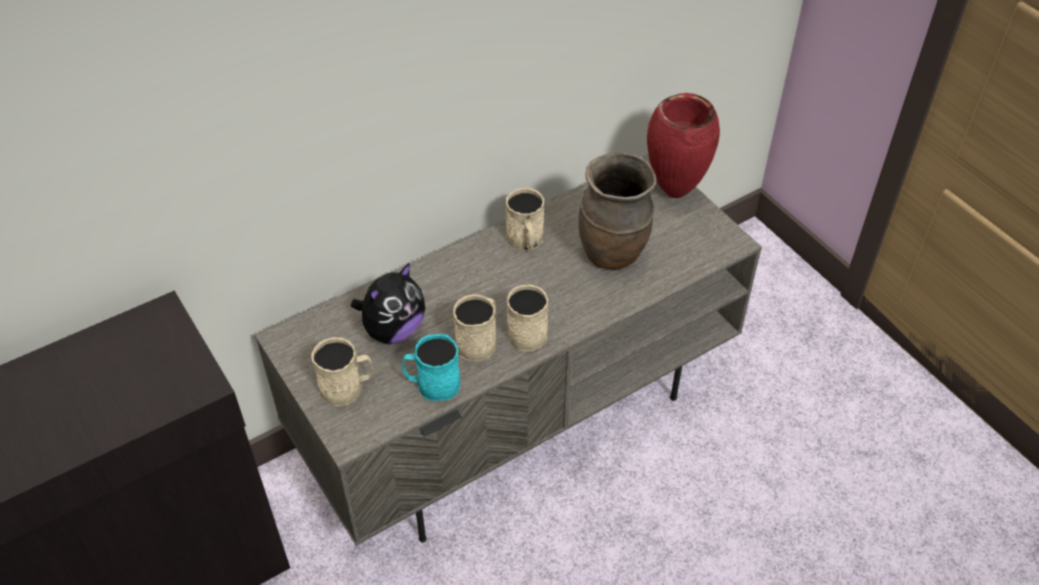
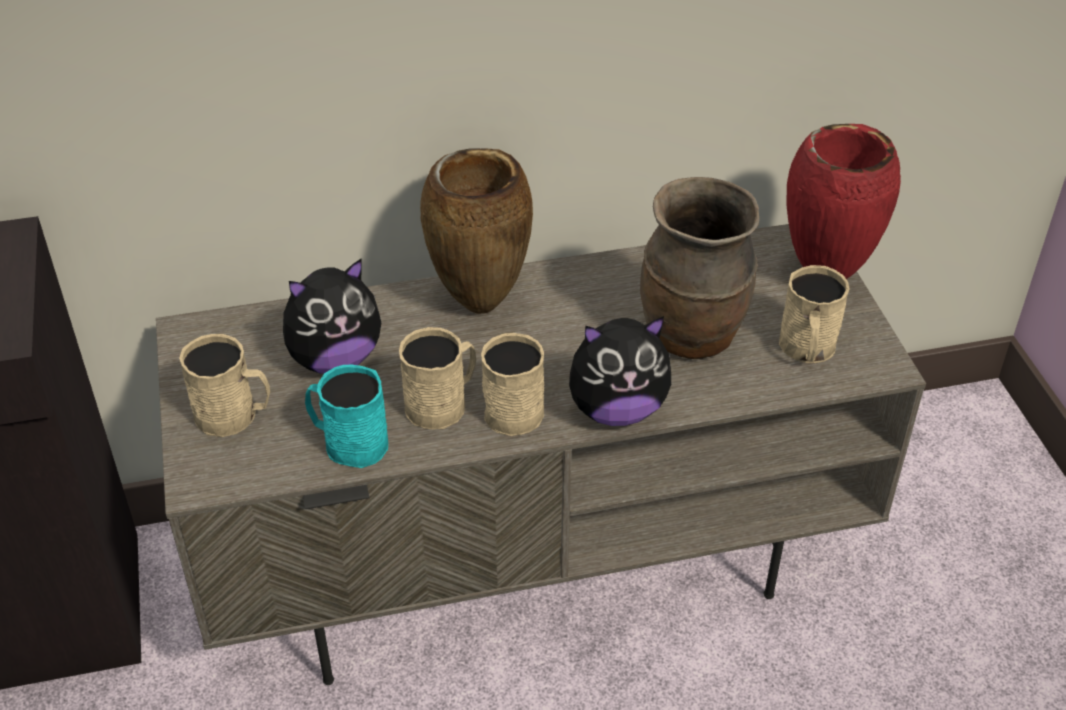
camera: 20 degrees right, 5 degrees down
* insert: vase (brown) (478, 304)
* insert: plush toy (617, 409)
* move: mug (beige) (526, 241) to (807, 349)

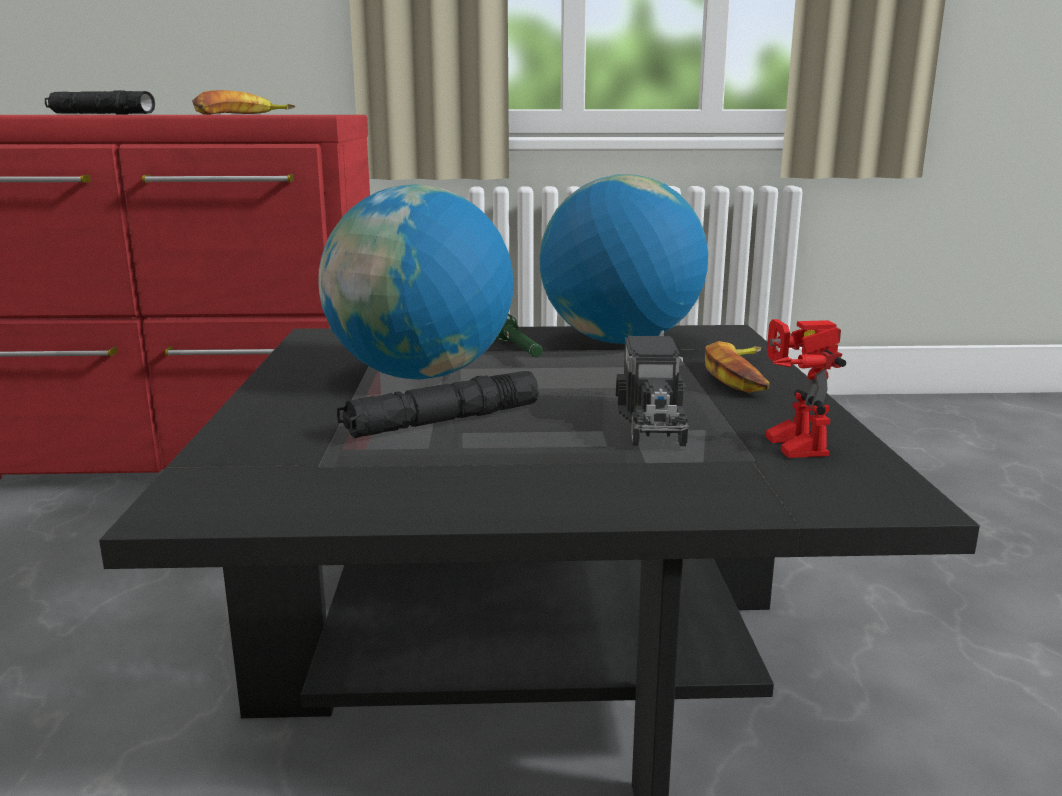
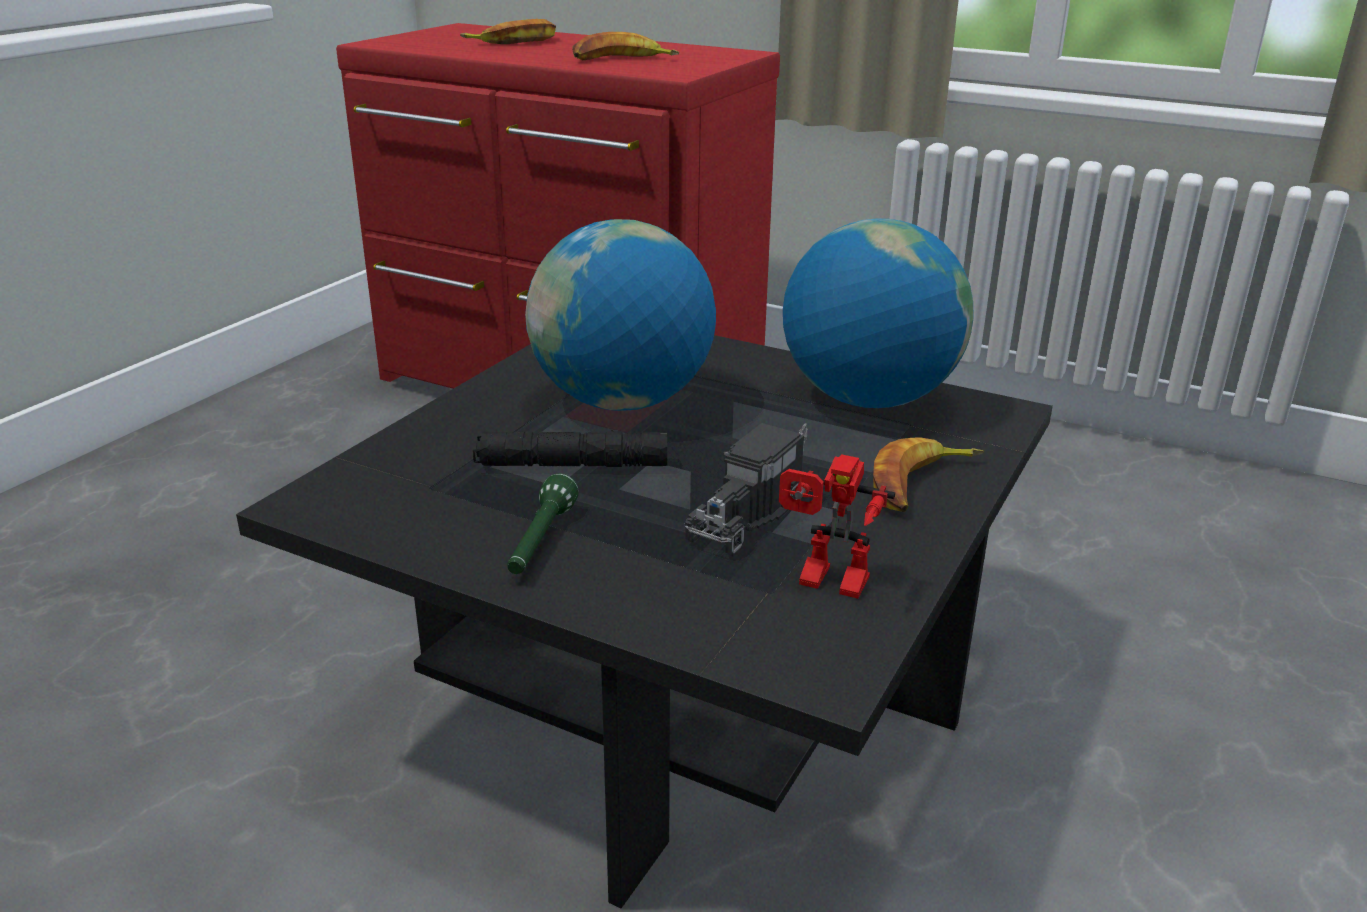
camera: 30 degrees right, 10 degrees up
* move: flashlight (green) (518, 351) to (540, 542)
* replace: flashlight (black) (101, 114) to banana (514, 41)
* rotate: toy robot (785, 444) = (826, 583) 90 degrees counterclockwise

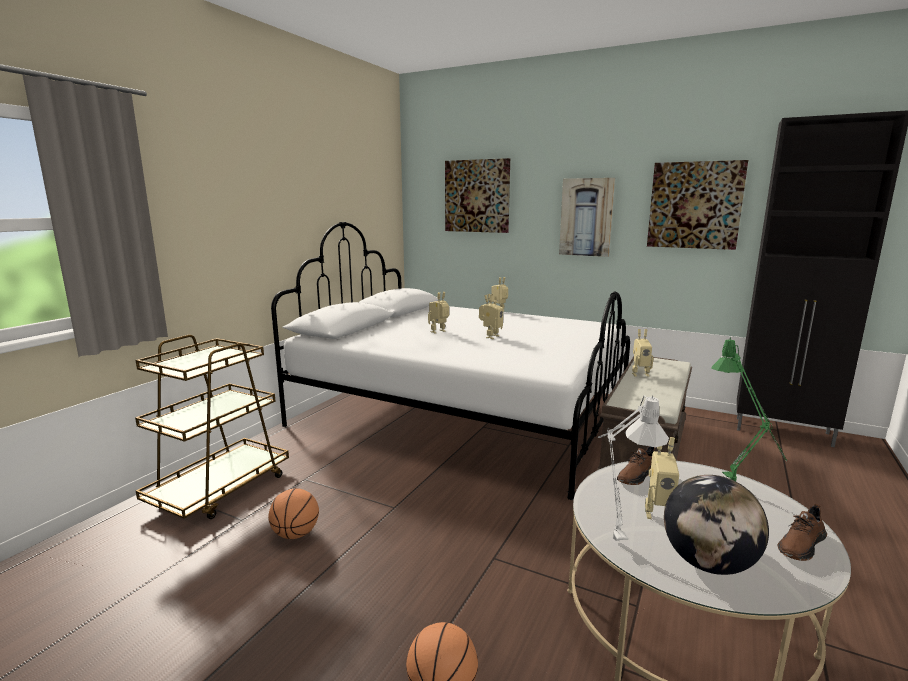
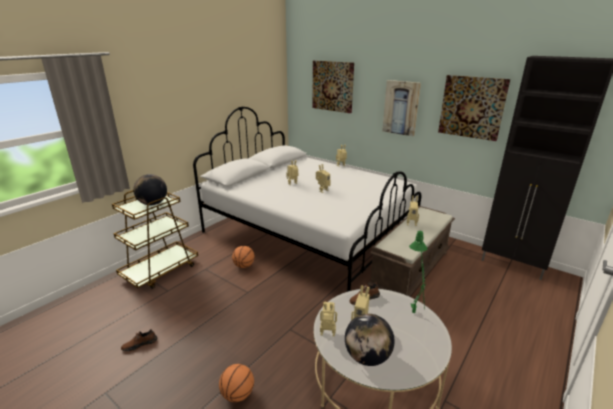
camera: 10 degrees right, 10 degrees up
* insert: globe (153, 204)
* move: basketball (296, 534) to (244, 266)
* move: shoe (brown) (801, 545) to (139, 344)
* replace: table lamp (grey) (612, 535) to toy robot (327, 334)

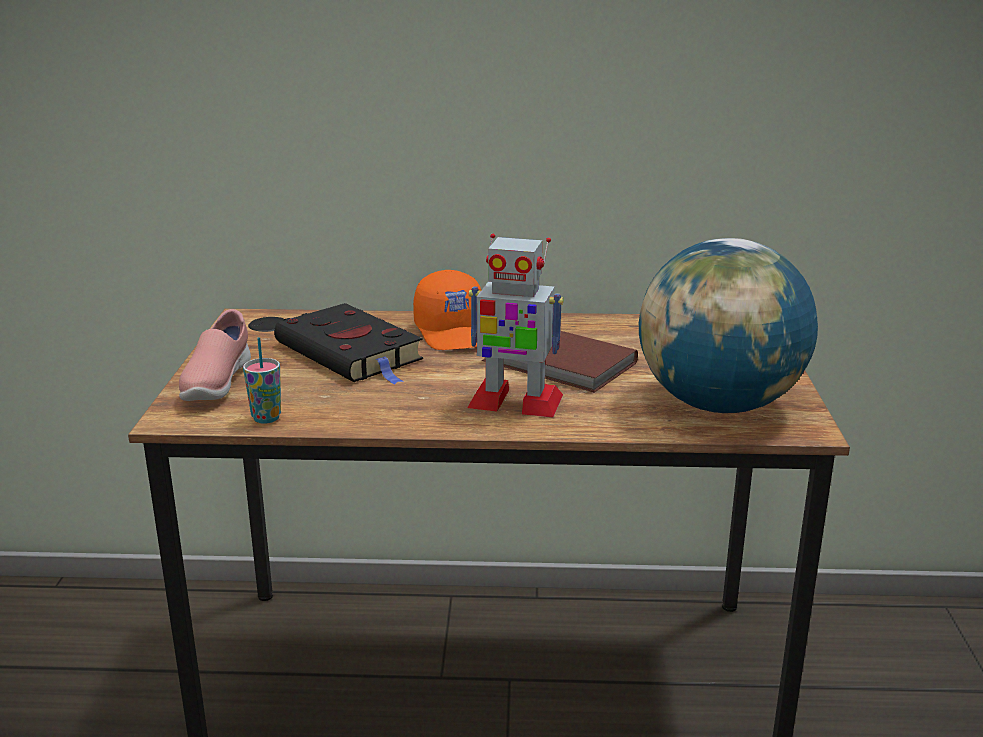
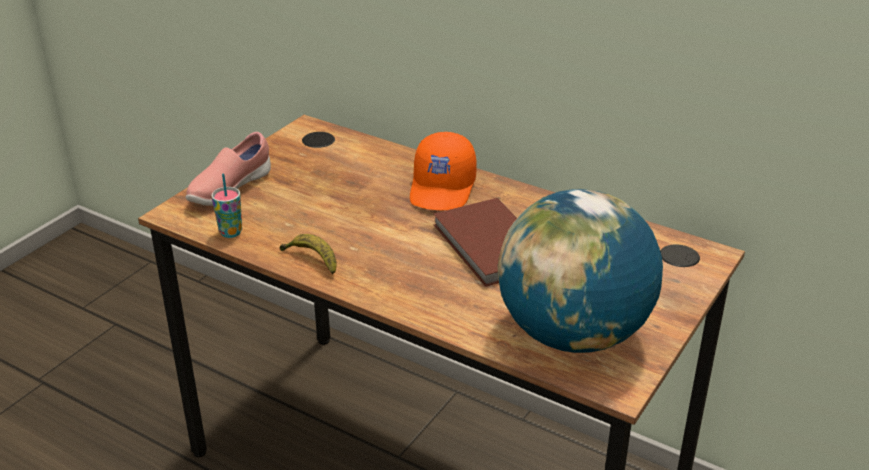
camera: 30 degrees right, 10 degrees up
* delete: book (black) (352, 353)
* delete: toy robot (514, 402)
* insert: banana (312, 260)

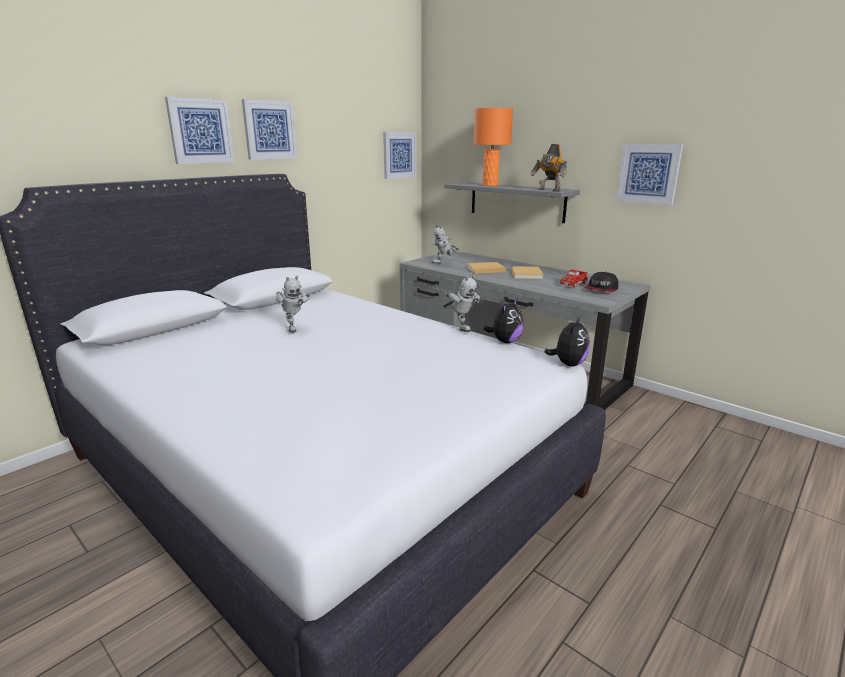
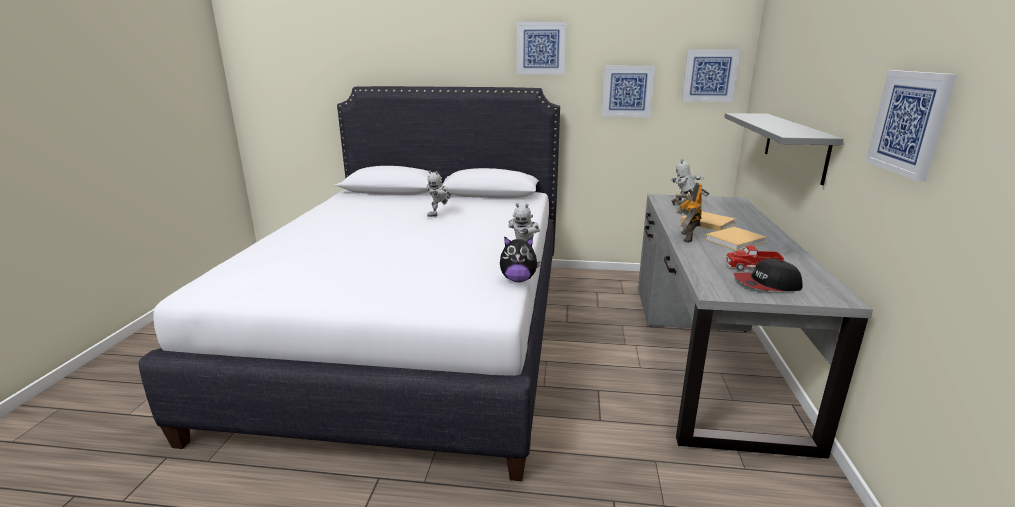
camera: 55 degrees right, 0 degrees up
* delete: table lamp (orange) (490, 185)
* delete: plush toy (568, 364)
* move: picture (200, 131) to (627, 91)
* move: toy robot (548, 190) to (684, 237)

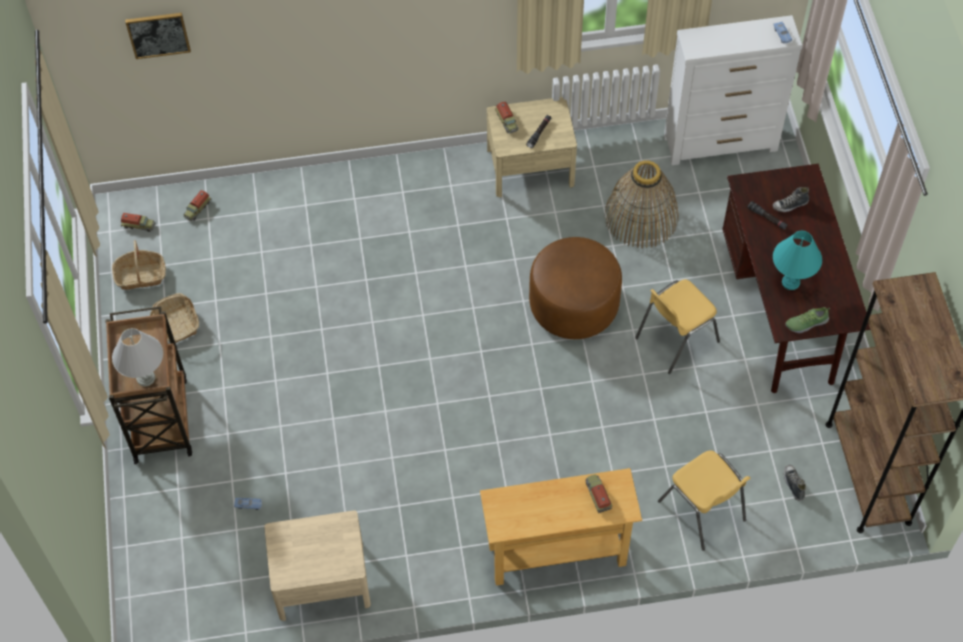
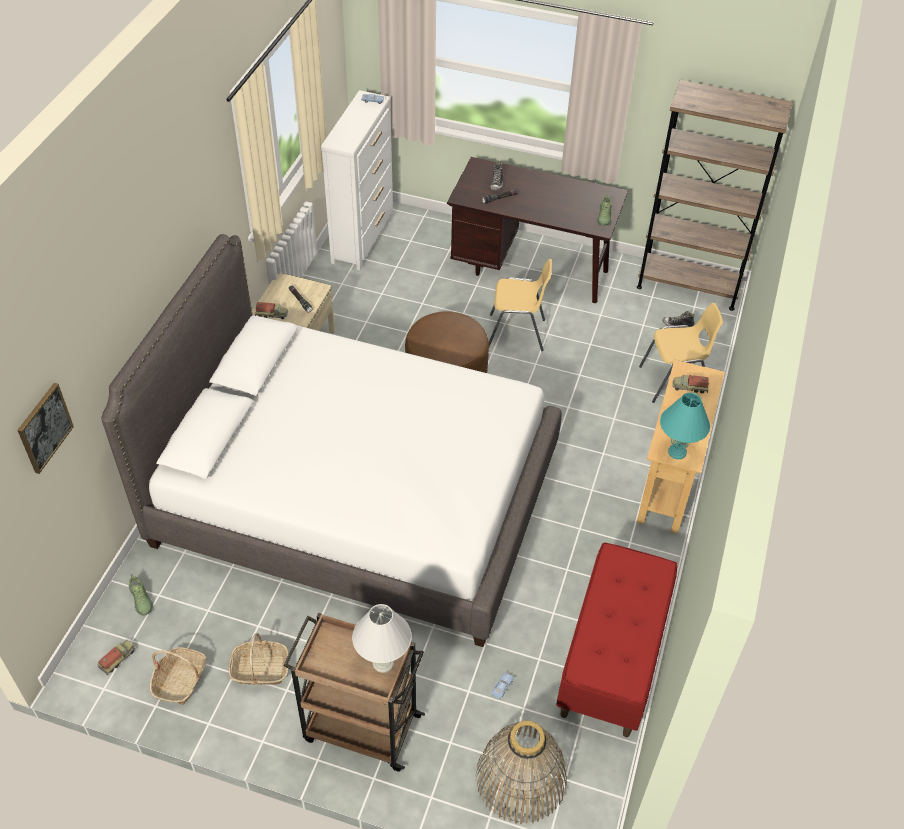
camera: 65 degrees left, 10 degrees down
* insert: bed (white) (356, 498)
* move: basket (641, 217) to (520, 779)
* move: table lamp (turquoise) (790, 282) to (677, 452)
* replace: toy truck (197, 209) to shoe (141, 600)
* replace: nightstand (beige) (321, 581) to bench (red) (612, 659)
* rotate: chair (yellow) (675, 339) = (517, 333) 75 degrees counterclockwise

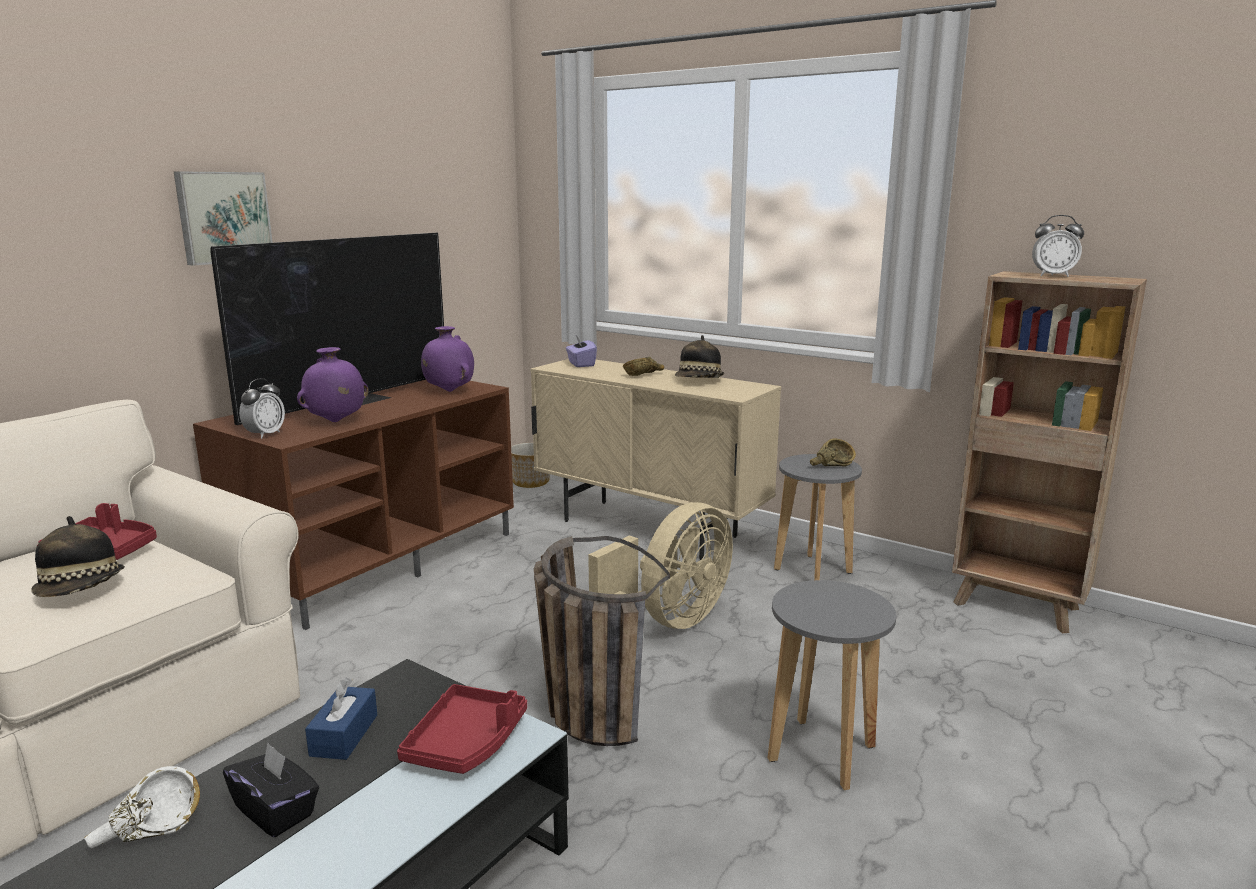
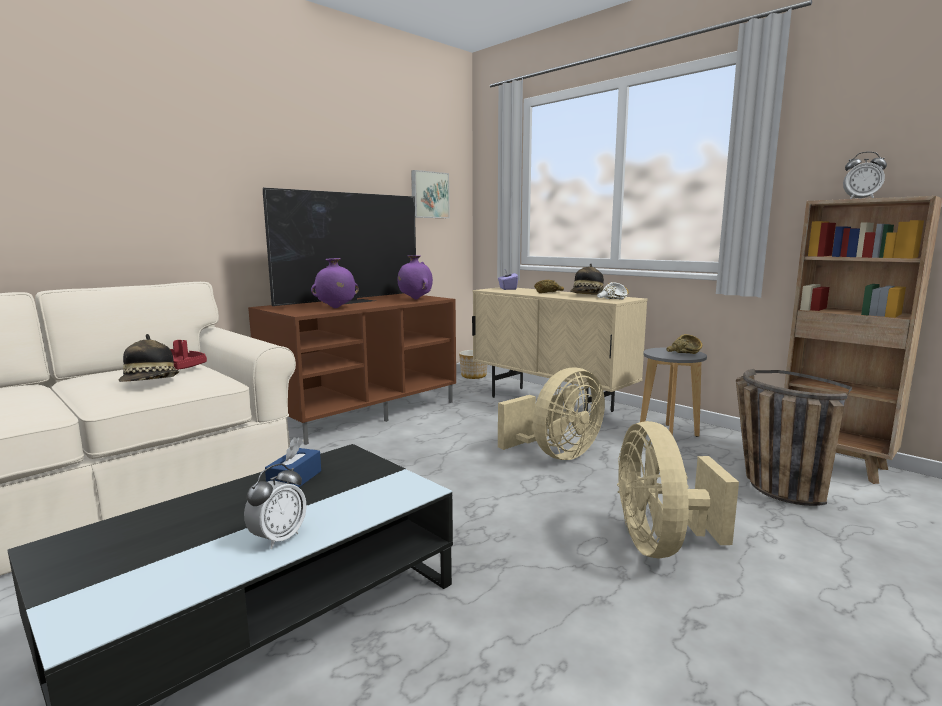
camera: 10 degrees right, 5 degrees down
* delete: tissue box (black) (276, 811)
* delete: tray (red) (467, 742)
* move: bowl (white) (148, 831) to (612, 299)
* move: picture (223, 217) to (429, 195)
* move: alarm clock (265, 434) to (278, 538)
* move: basket (583, 707) to (768, 483)
* replace: stool (grey) (822, 753) to fan (beige) (661, 544)

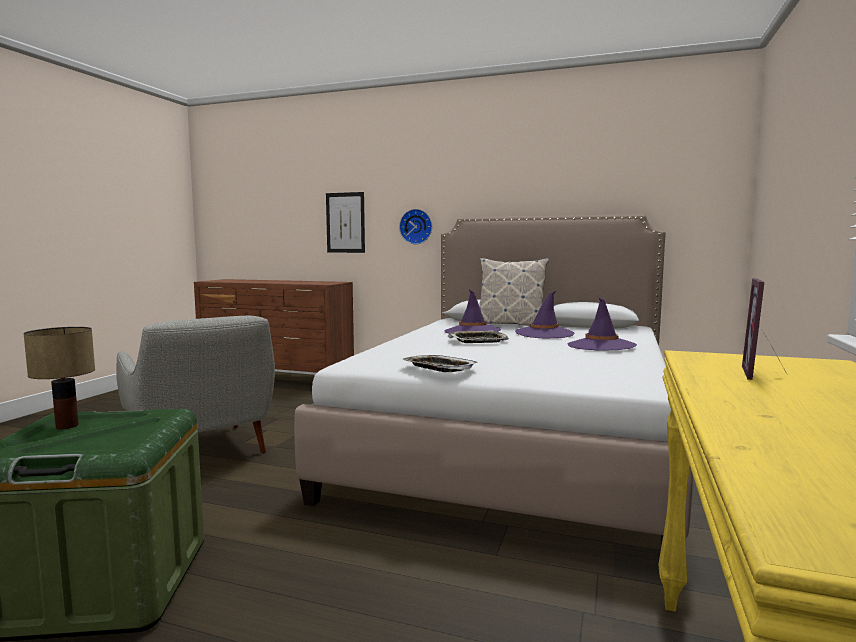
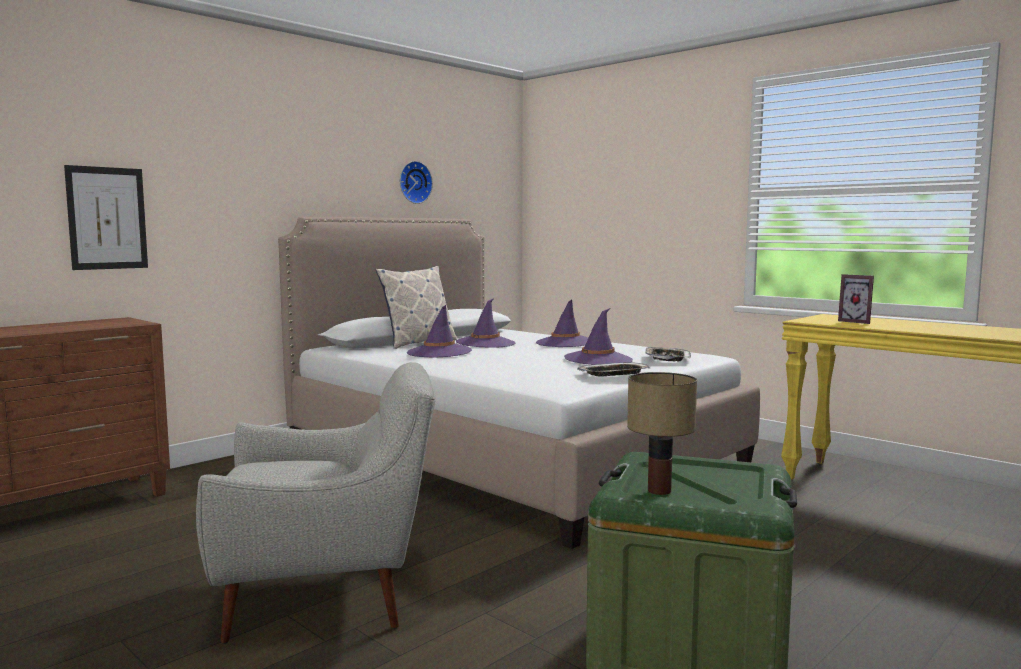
camera: 65 degrees left, 0 degrees up
* insert: hat (purple) (598, 359)
* move: wall clock (416, 226) to (414, 182)
* move: tray (478, 341) to (666, 358)

